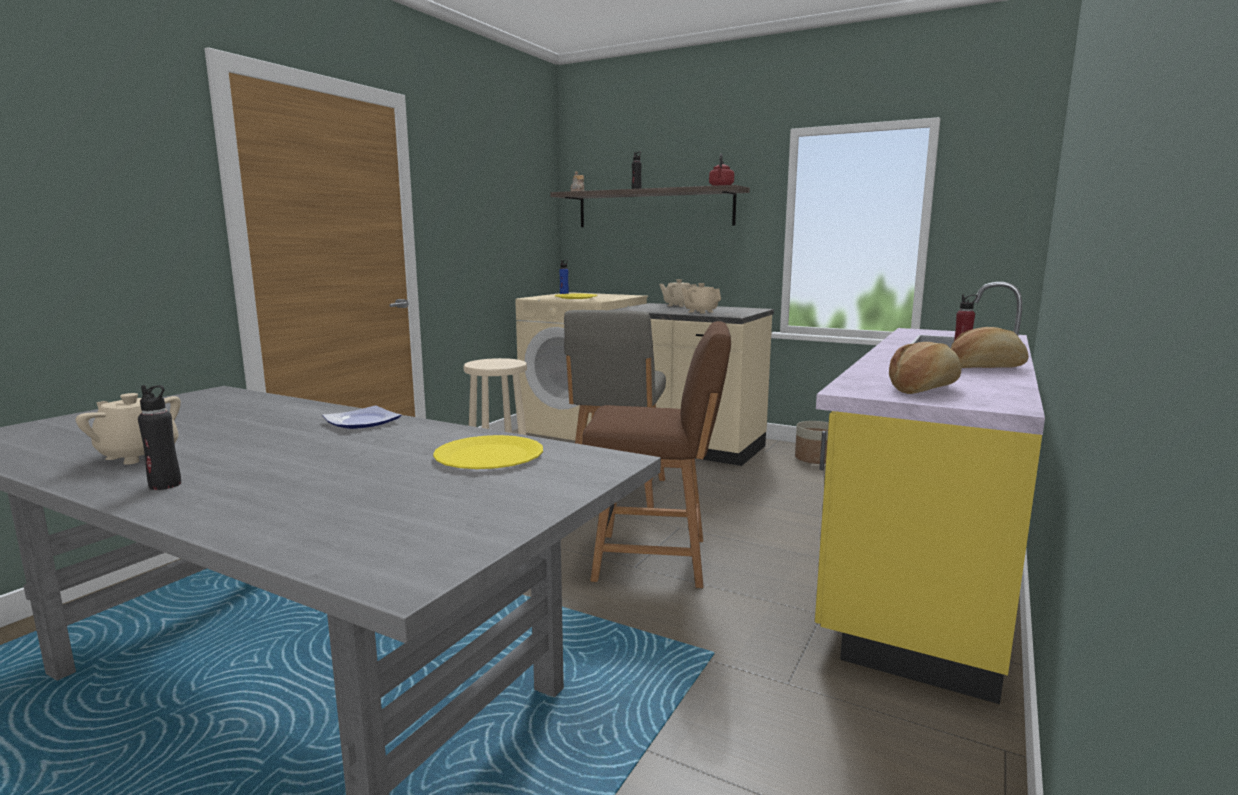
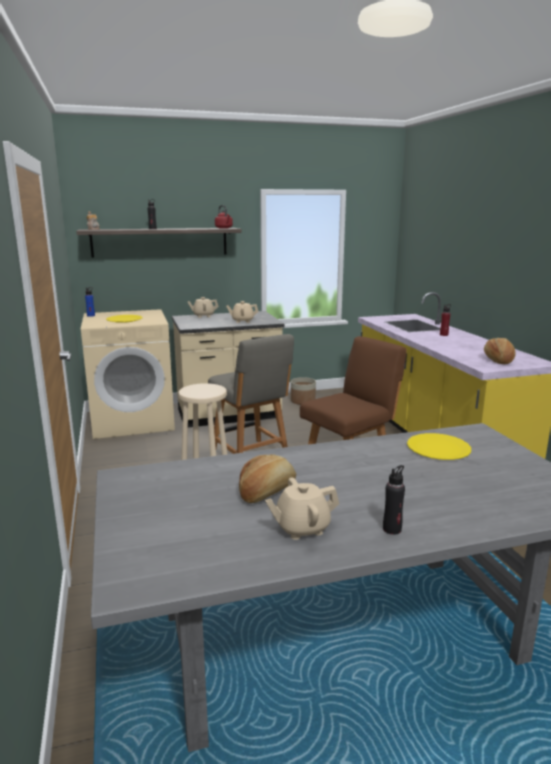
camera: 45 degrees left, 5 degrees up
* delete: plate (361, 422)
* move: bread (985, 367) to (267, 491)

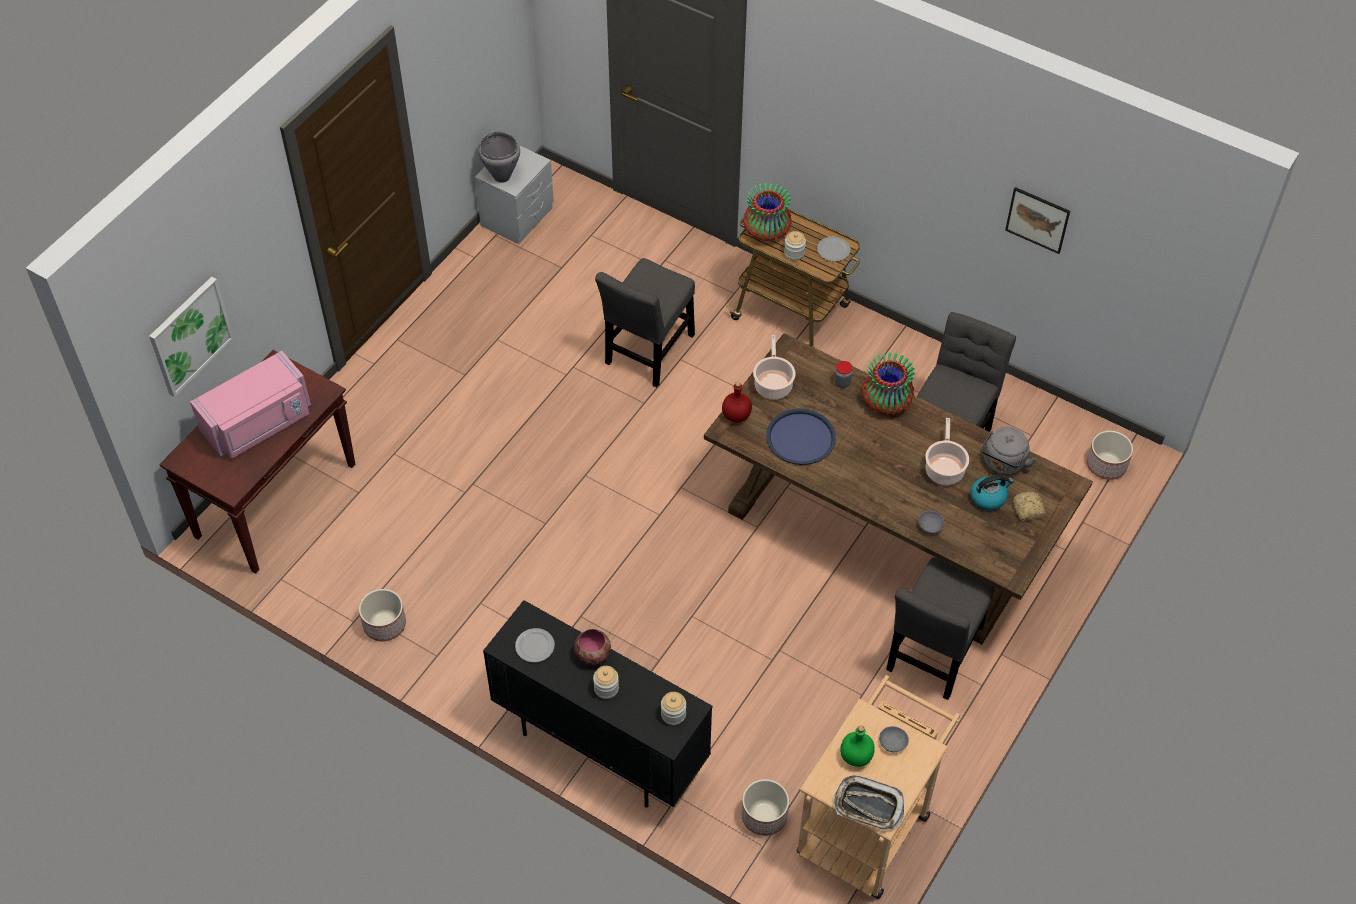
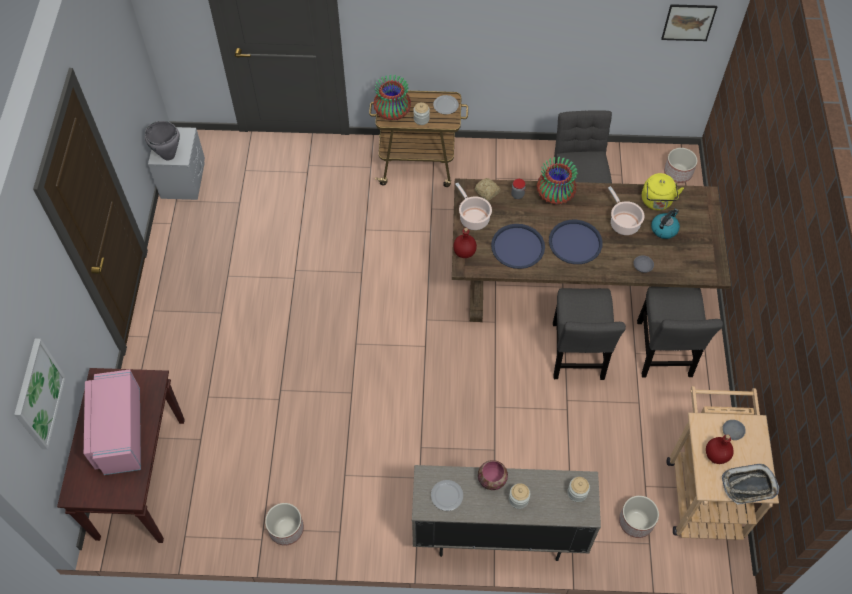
camera: 30 degrees left, 5 degrees up
* insert: tray (blue) (575, 242)
* move: chair (grey) (648, 353) to (577, 355)
* move: picture (1037, 219) to (688, 22)
* move: bread (1027, 510) to (487, 192)
* recolor: cabinet (black) (600, 747) to cabinet (beige) (498, 535)
* recolor: bottle (green) (856, 756) to bottle (red) (716, 454)
* recolor: kettle (grey) (1003, 464) to kettle (yellow) (657, 202)
* rotate: microwave (pink) (259, 424) = (118, 432) 150 degrees clockwise

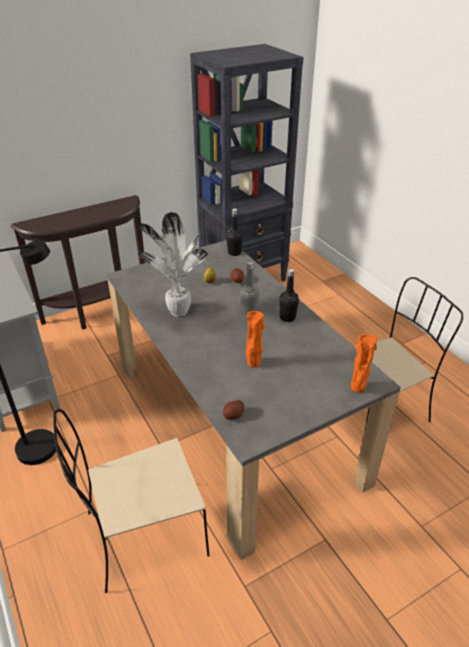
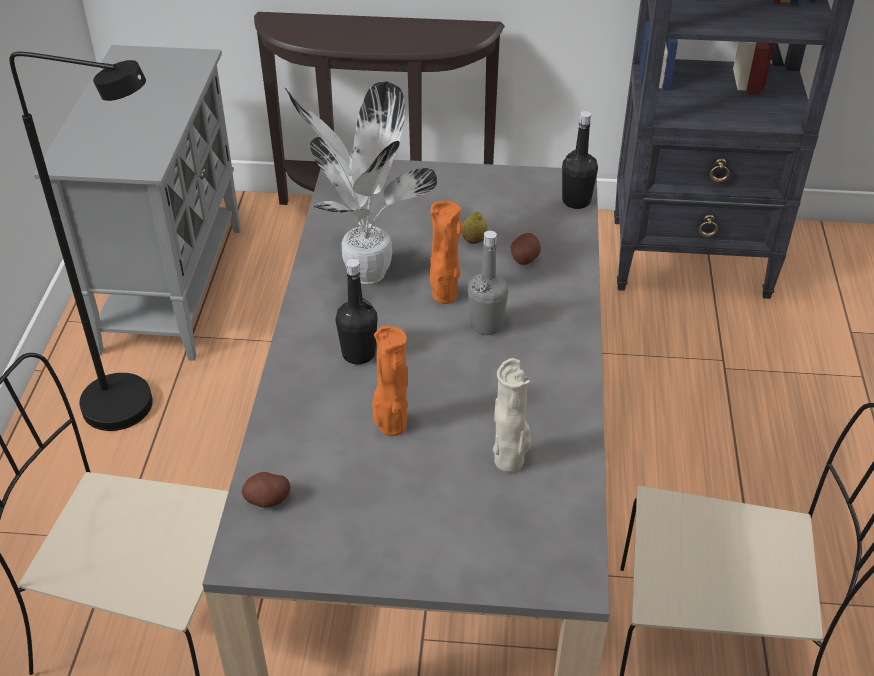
camera: 35 degrees right, 5 degrees up
* insert: vase (beige) (510, 461)
* move: bottle (black) (287, 317) to (358, 354)
* move: vase (orange) (358, 388) to (444, 297)

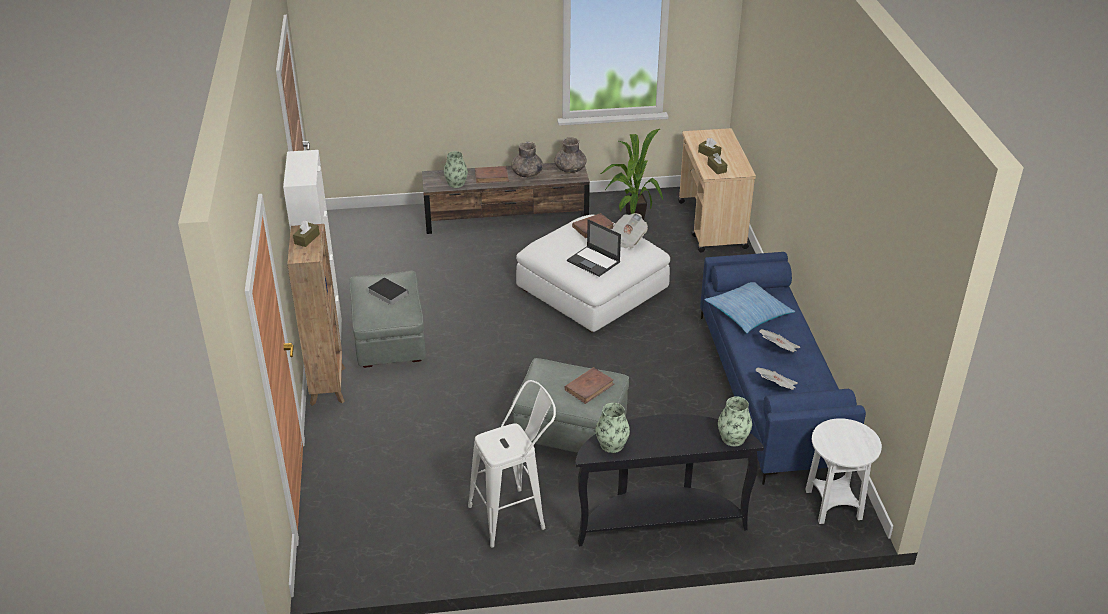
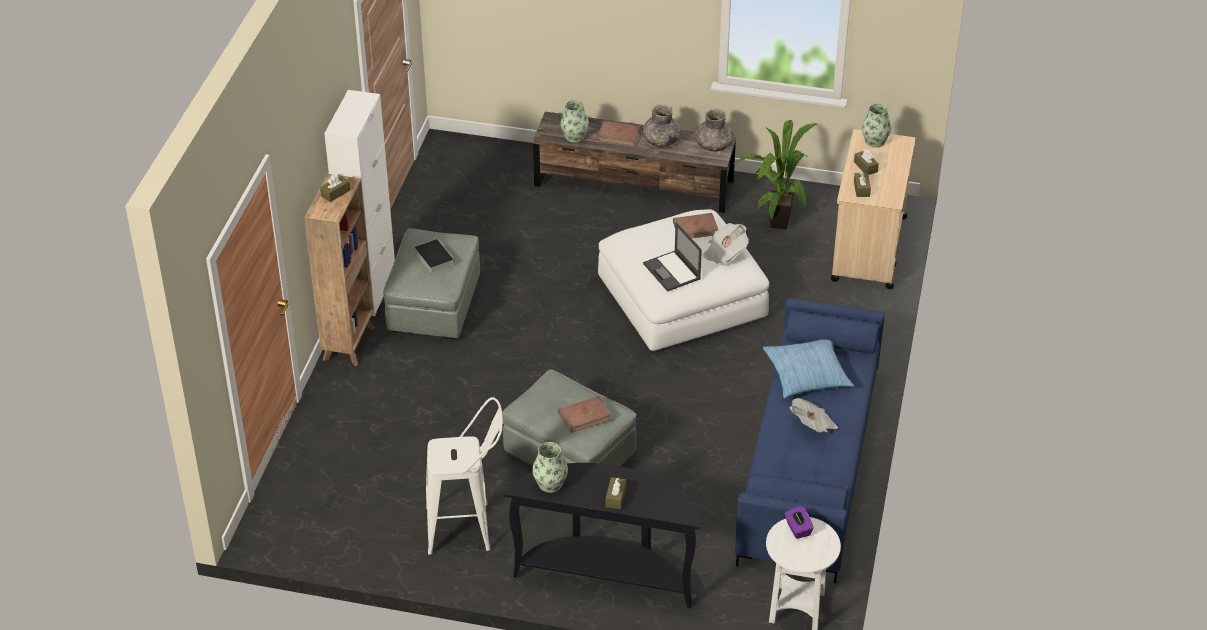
camera: 20 degrees right, 5 degrees up
* delete: newspaper (776, 387)
* insert: tissue box (brown) (615, 497)
* insert: tissue box (purple) (797, 529)
* move: vase (733, 438) to (875, 141)

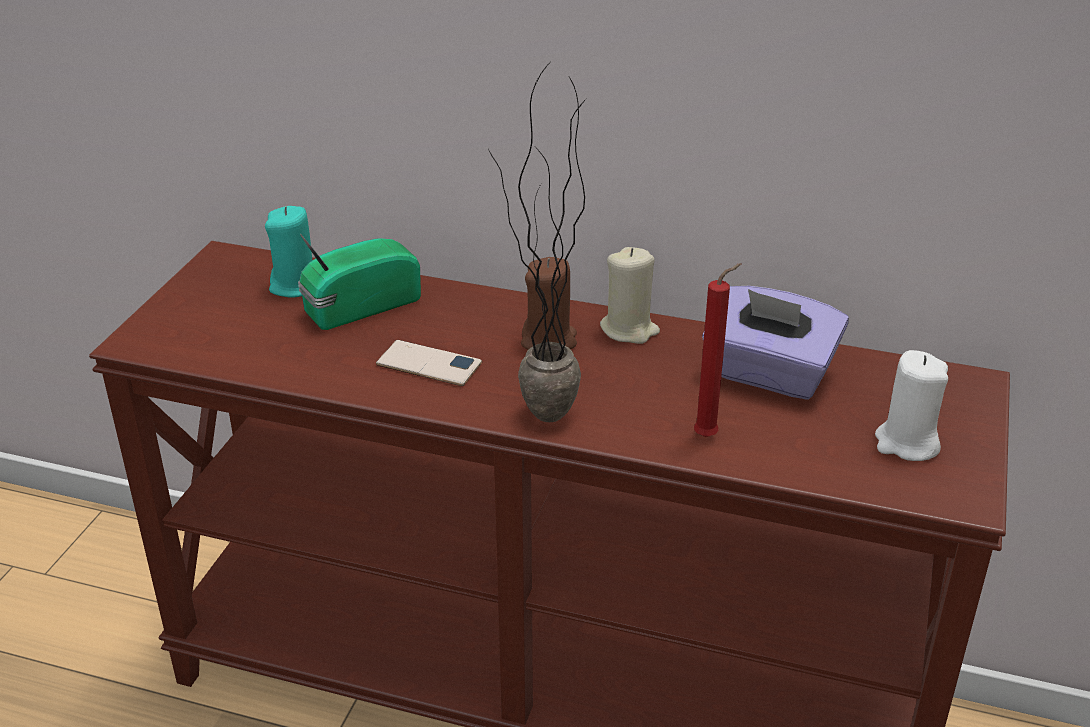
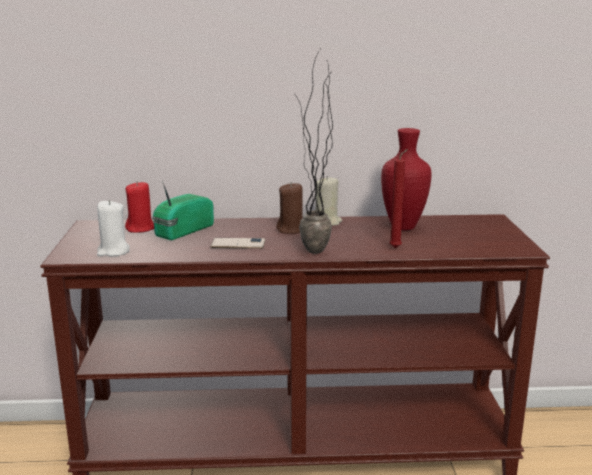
camera: 20 degrees left, 15 degrees down
* move: candle (white) (906, 443) to (113, 251)
* replace: tissue box (purple) (769, 374) to vase (red) (404, 227)
* recolor: candle (turquoise) (296, 285) to candle (red) (141, 228)

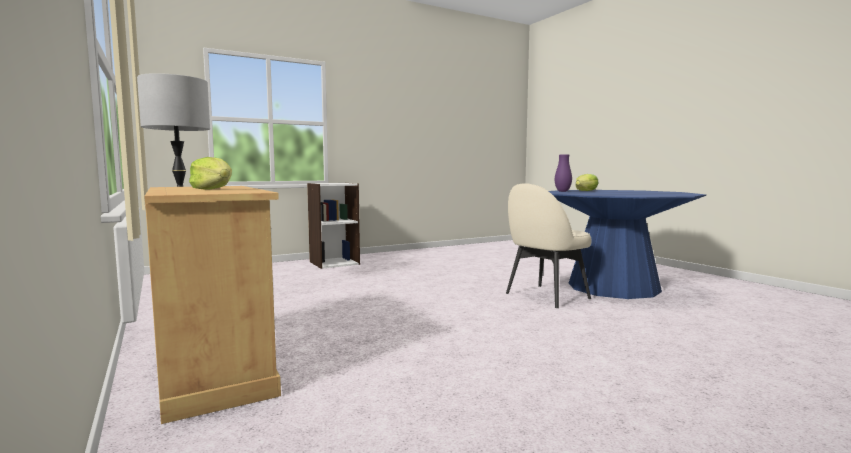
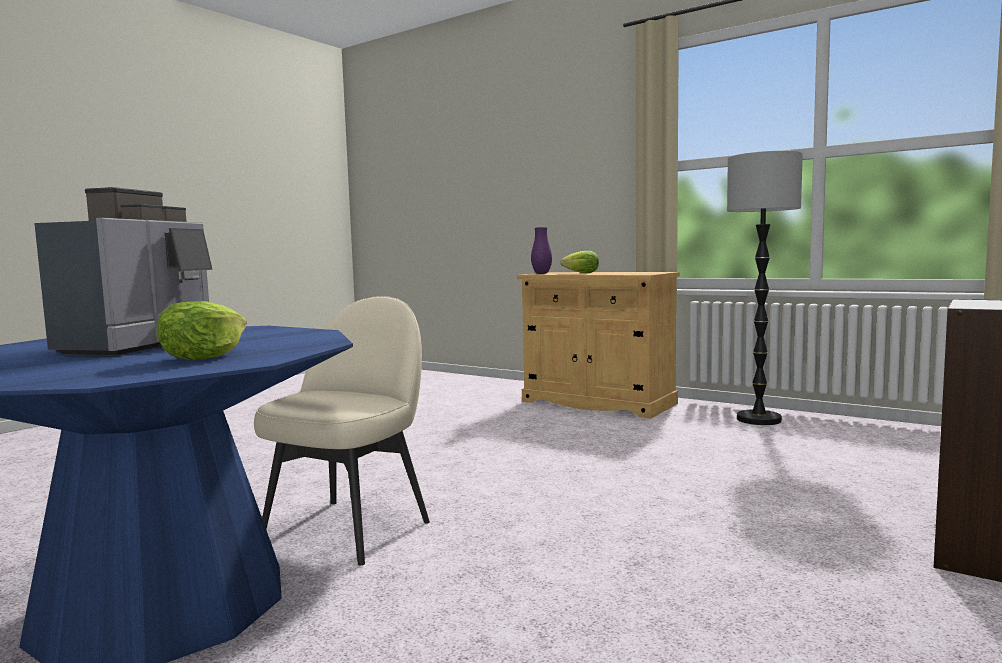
camera: 155 degrees right, 0 degrees up
* insert: coffee machine (149, 345)
* move: vase (purple) (562, 191) to (541, 273)

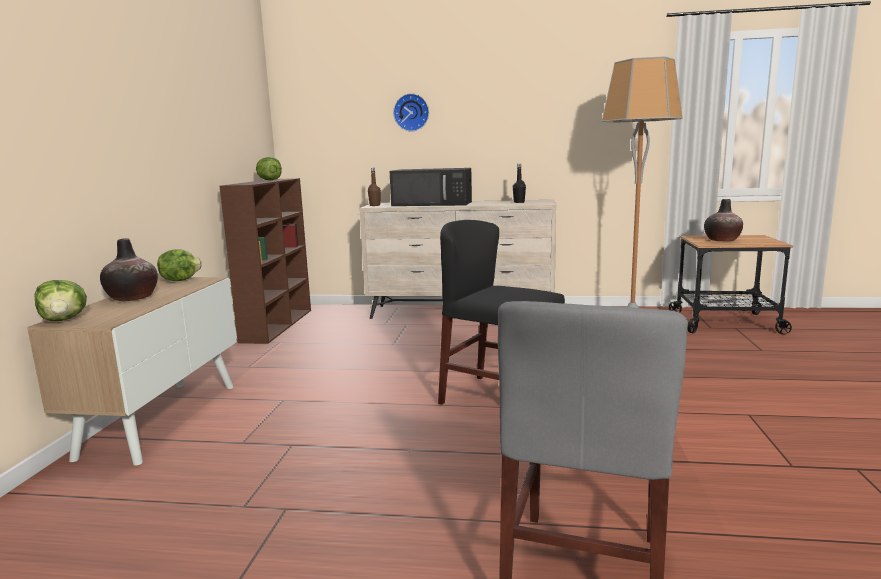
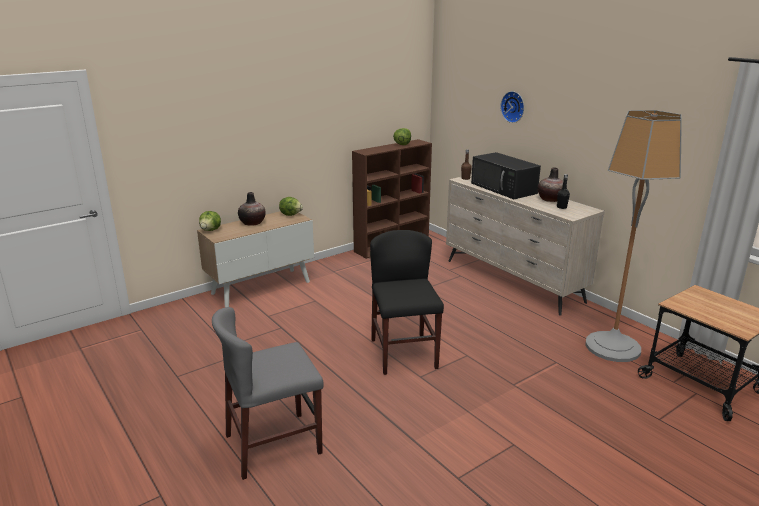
camera: 45 degrees right, 10 degrees up
* move: vase (722, 240) to (550, 199)

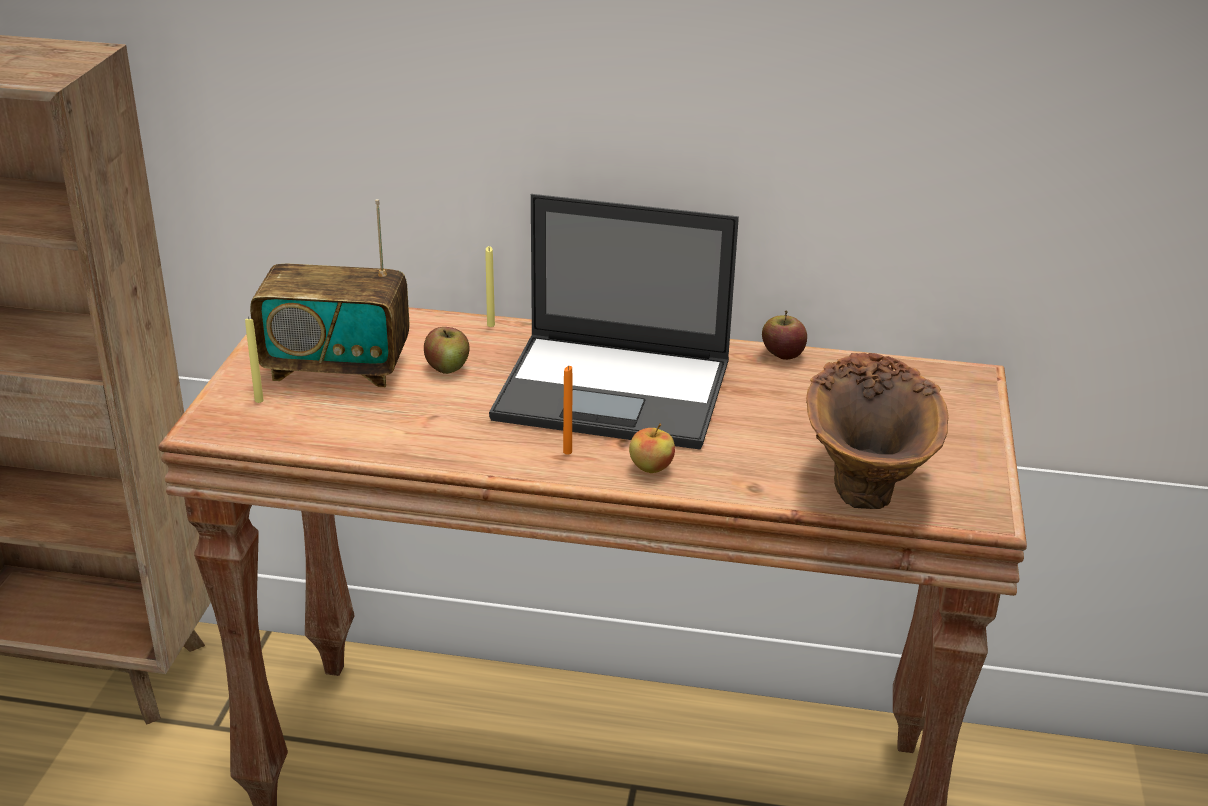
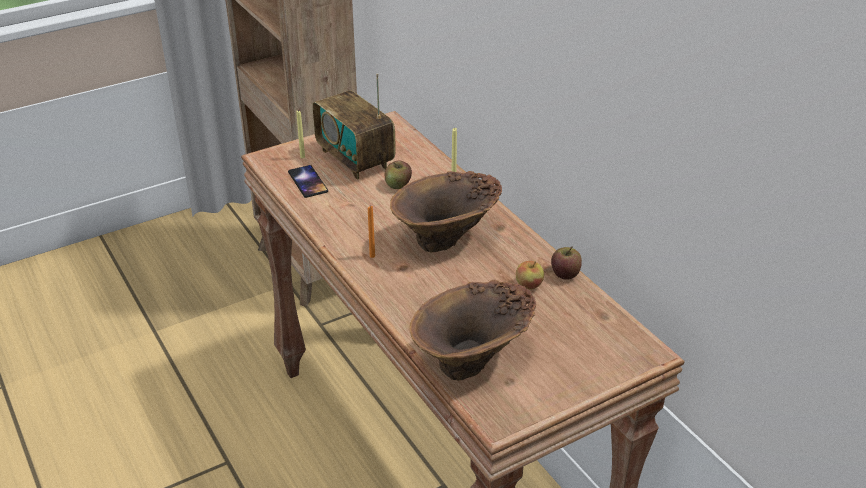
camera: 50 degrees right, 5 degrees up
* insert: phone (308, 182)
* move: apple (651, 468) to (529, 285)
* replace: laptop (616, 391) to vase (brown) (447, 241)

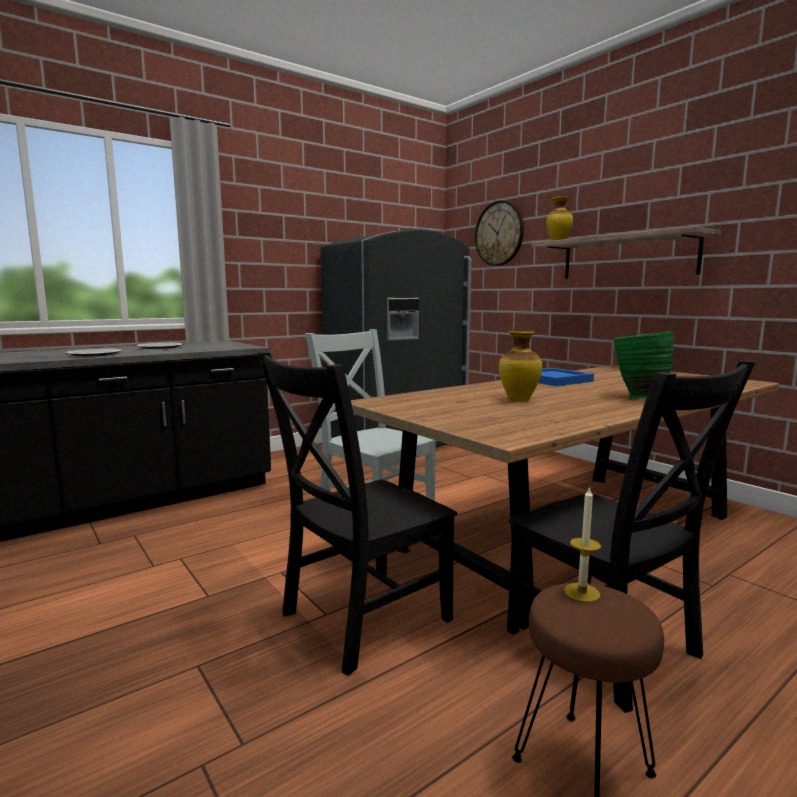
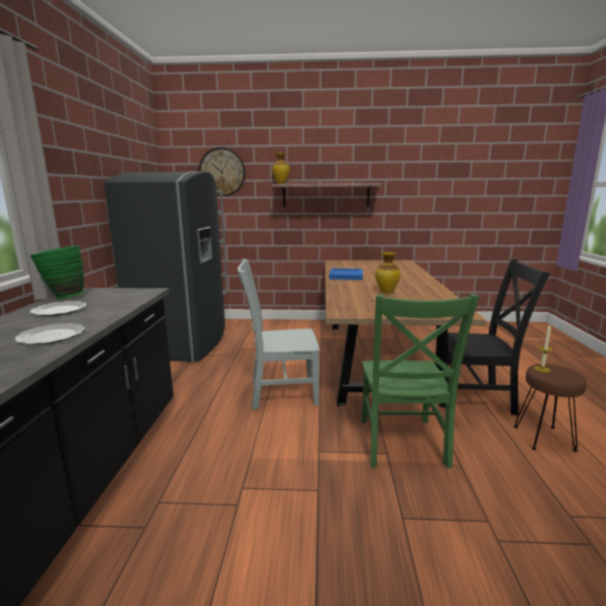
camera: 50 degrees left, 5 degrees up
* move: vase (green) (637, 397) to (63, 297)
* recolor: chair (black) (360, 619) to chair (green) (402, 444)

